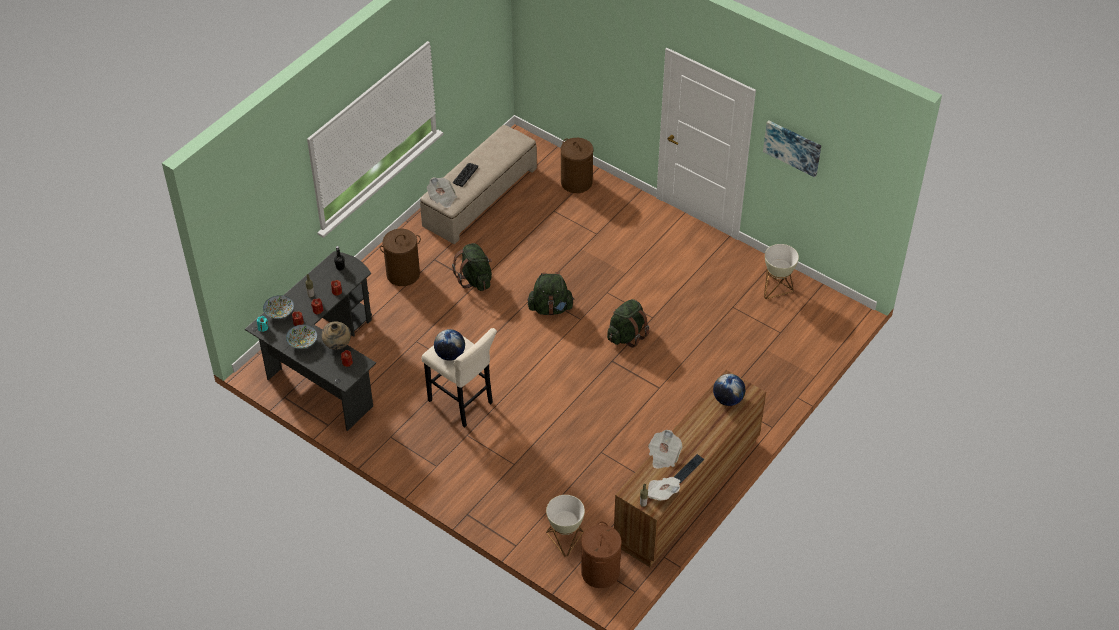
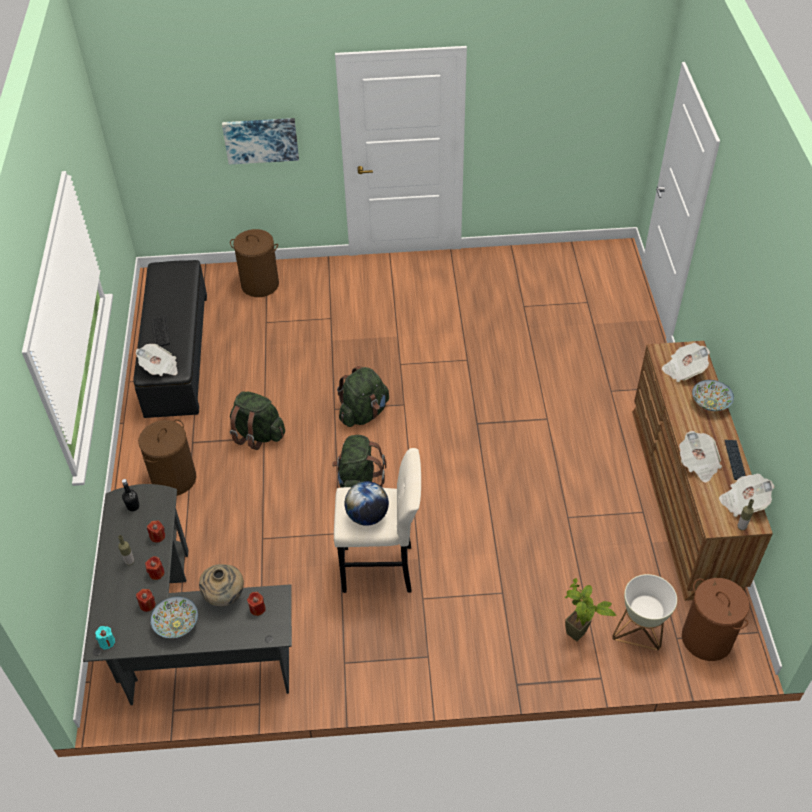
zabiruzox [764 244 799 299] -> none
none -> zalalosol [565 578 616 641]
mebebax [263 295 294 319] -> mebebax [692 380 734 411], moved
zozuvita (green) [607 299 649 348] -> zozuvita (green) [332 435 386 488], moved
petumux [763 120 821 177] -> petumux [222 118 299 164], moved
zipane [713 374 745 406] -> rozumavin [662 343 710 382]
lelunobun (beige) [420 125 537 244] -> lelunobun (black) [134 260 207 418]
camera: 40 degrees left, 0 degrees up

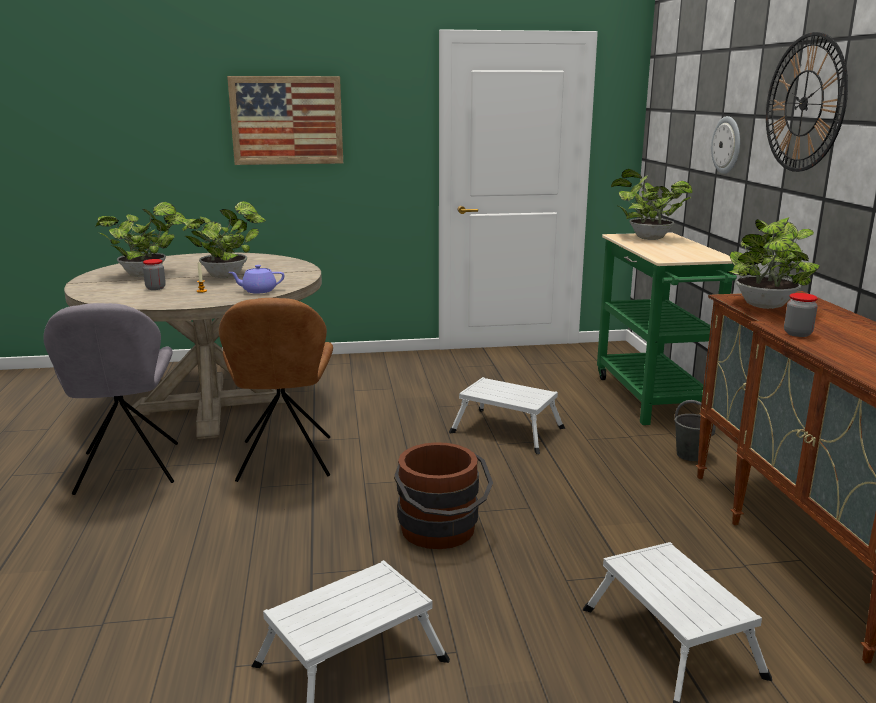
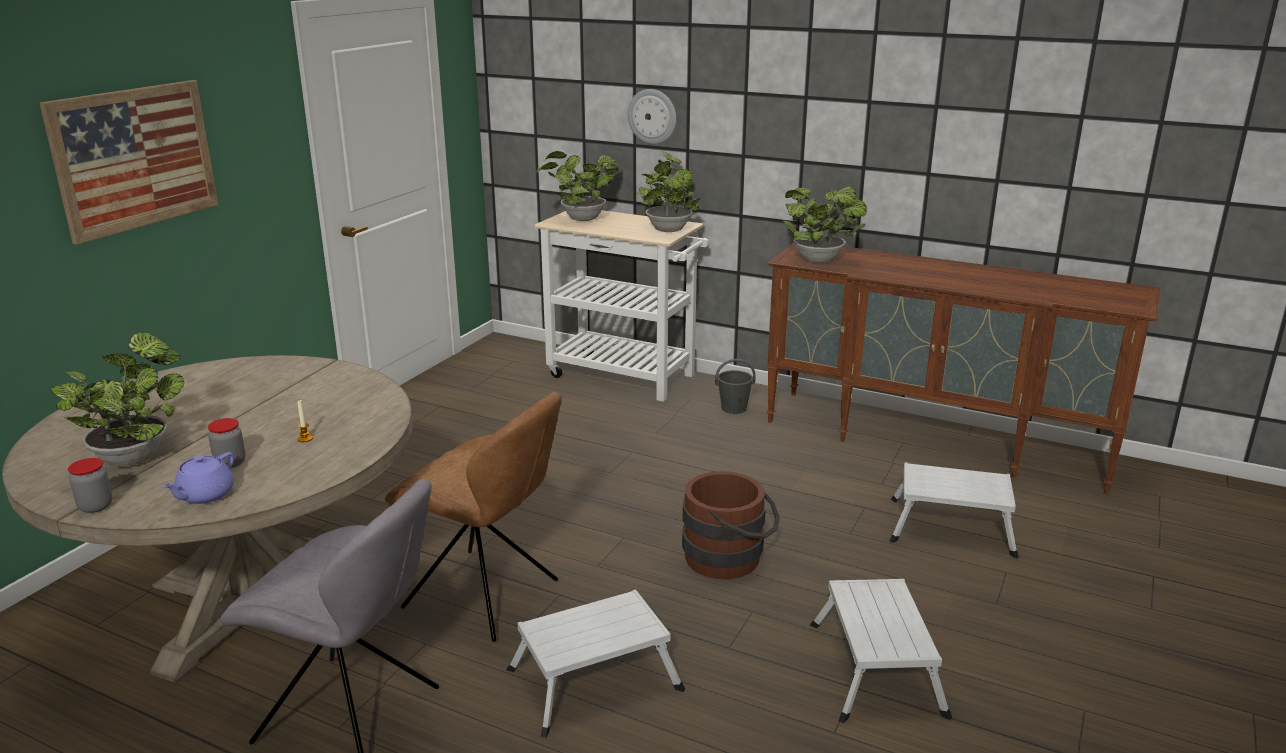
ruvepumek [766 32 848 172] -> none
zalalosol [182 201 266 278] -> zalalosol [636 151 700 232], moved
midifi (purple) [229 265 285 294] -> midifi (purple) [163 452 234 504], moved
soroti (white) [449 377 565 454] -> soroti (white) [506 589 685 738], moved
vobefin [784 293 818 337] -> vobefin [68 458 113 513], moved
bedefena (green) [597 232 737 425] -> bedefena (white) [534 210 709 402]
camera: 55 degrees left, 5 degrees up

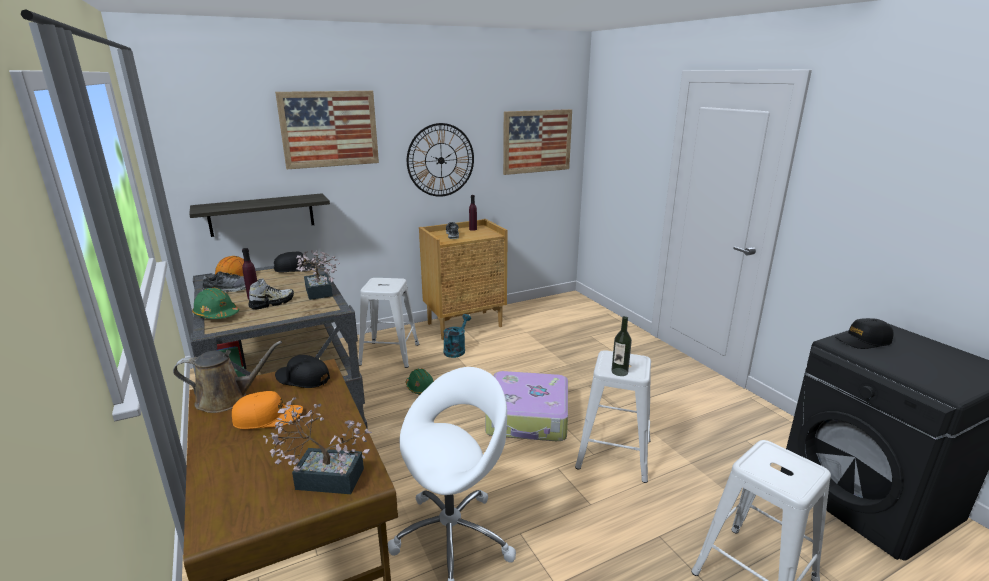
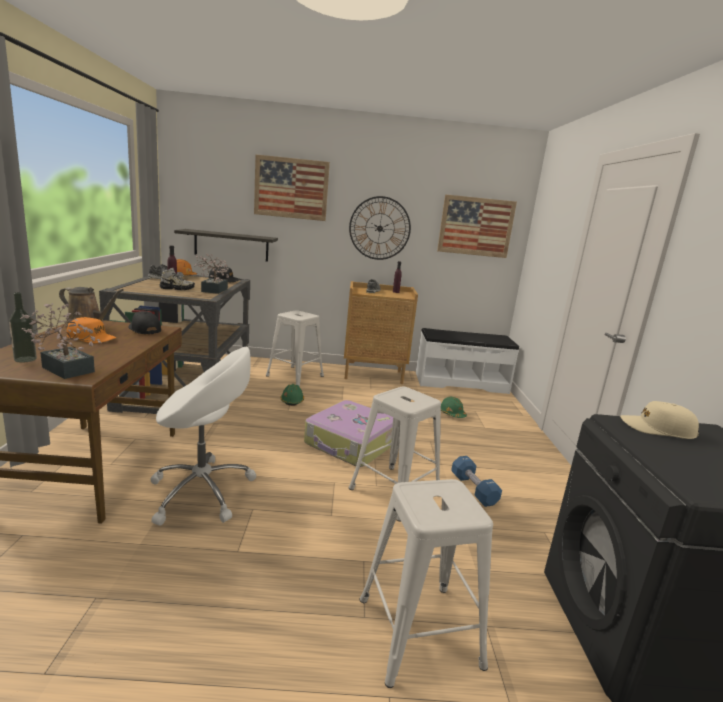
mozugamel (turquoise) [443 314 471 358] -> none
none -> lelunobun (white) [416 328 519 394]
none -> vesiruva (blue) [451 456 502 507]
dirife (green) [192 288 239 319] -> dirife (green) [441 397 467 418], moved
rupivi [611 316 632 376] -> rupivi [9 292 37 363], moved
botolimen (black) [835 318 893 349] -> botolimen (beige) [620 401 699 439]
camera: 25 degrees right, 5 degrees down

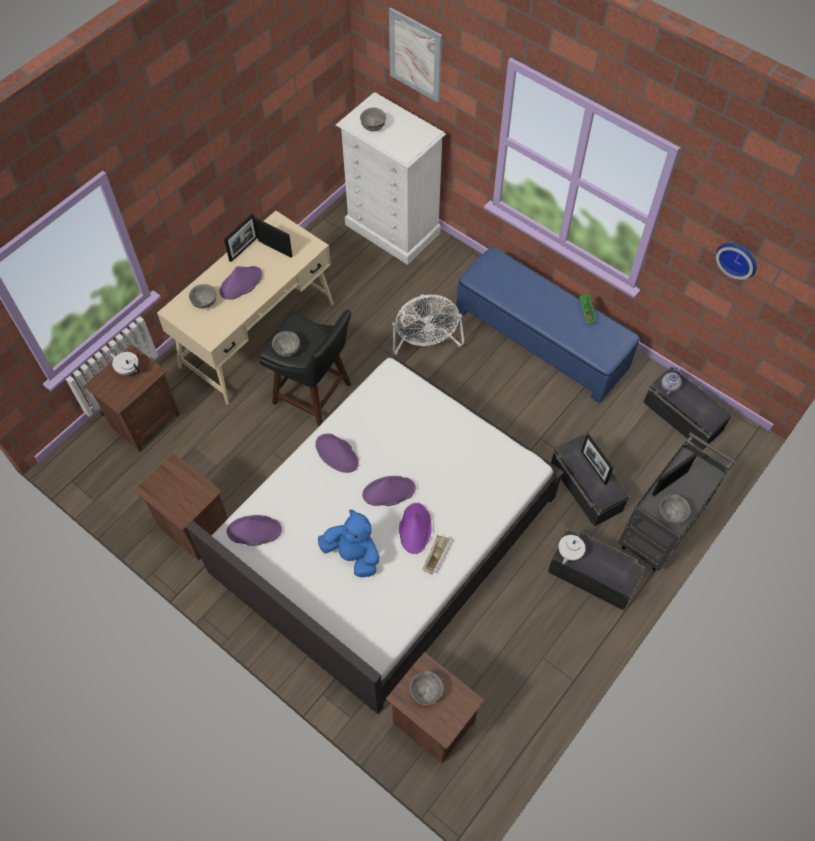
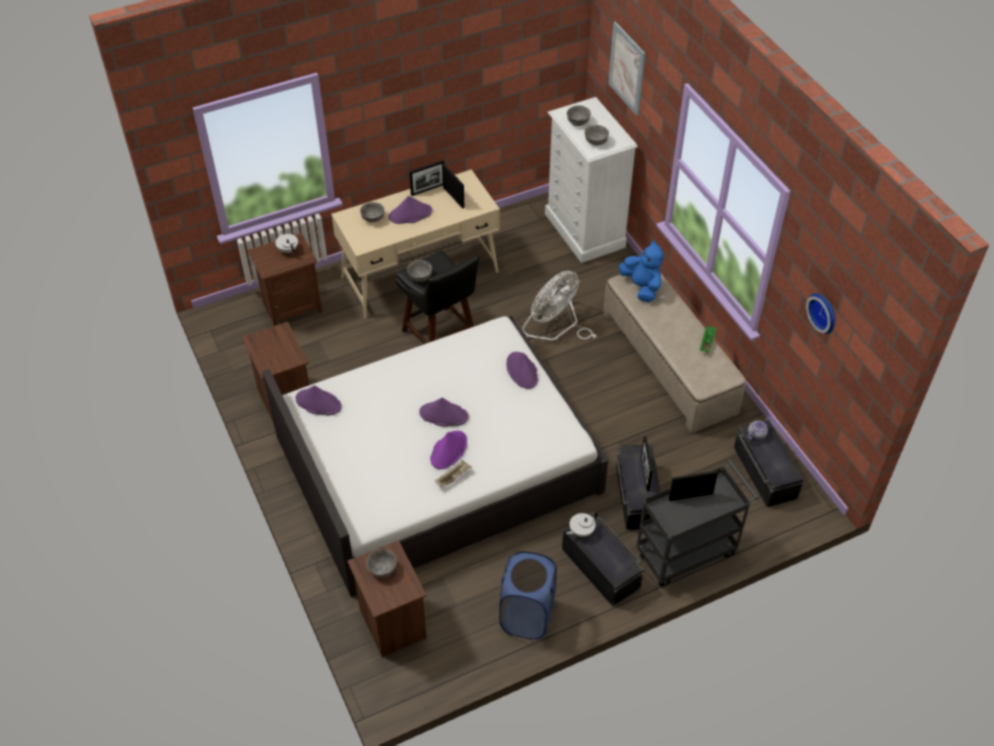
none -> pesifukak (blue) [499 551 557 640]
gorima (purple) [315 433 359 473] -> gorima (purple) [506 352 538 389], moved
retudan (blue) [318 509 379 577] -> retudan (blue) [619 240 663 302], moved
mebebax (grey) [660 495 690 524] -> mebebax (grey) [584 125 609 145], moved
lelunobun (blue) [456 247 639 403] -> lelunobun (beige) [603 272 746 433]
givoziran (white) [393 294 464 355] -> givoziran (white) [522 271 597 341], 120 degrees clockwise
camera: 25 degrees right, 10 degrees down

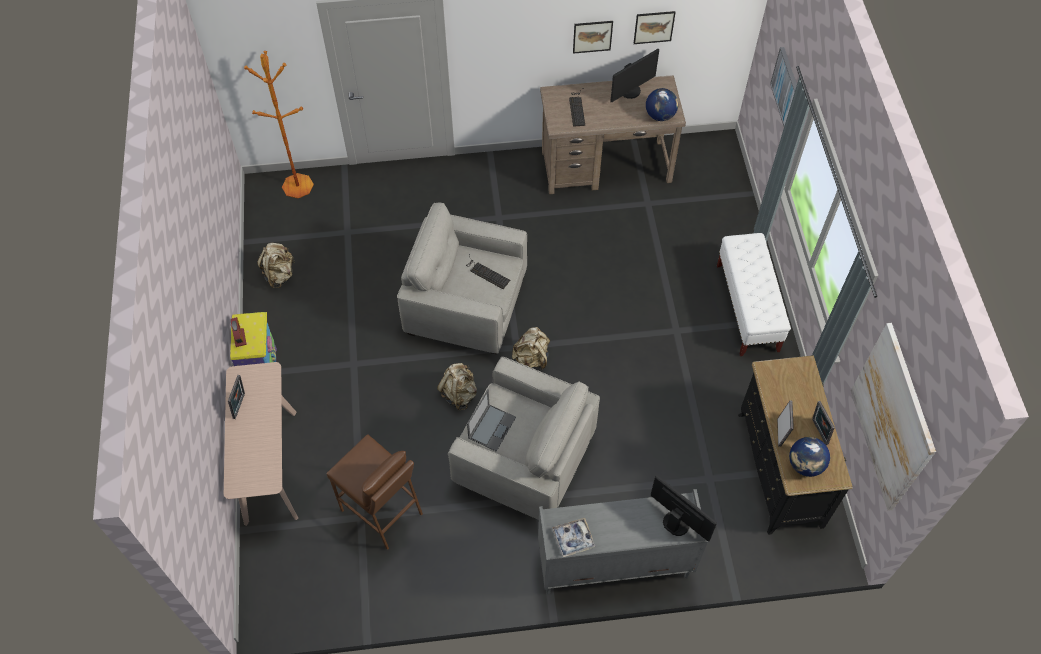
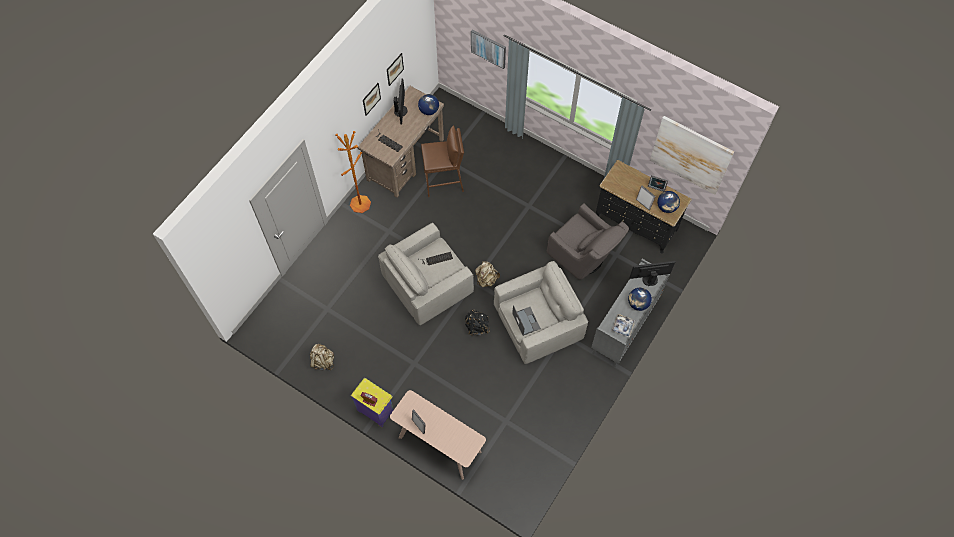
lelunobun (white) [717 233 791 356] -> none
none -> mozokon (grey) [547 203 629 280]
none -> zipane [628 288 652 311]
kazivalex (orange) [244 51 314 198] -> kazivalex (orange) [335 131 371 213], moved
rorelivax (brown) [326 434 423 550] -> rorelivax (brown) [421 126 464 197], moved
zozuvita (beige) [437 363 477 411] -> zozuvita (black) [465 310 490 336]
camera: 50 degrees left, 5 degrees up

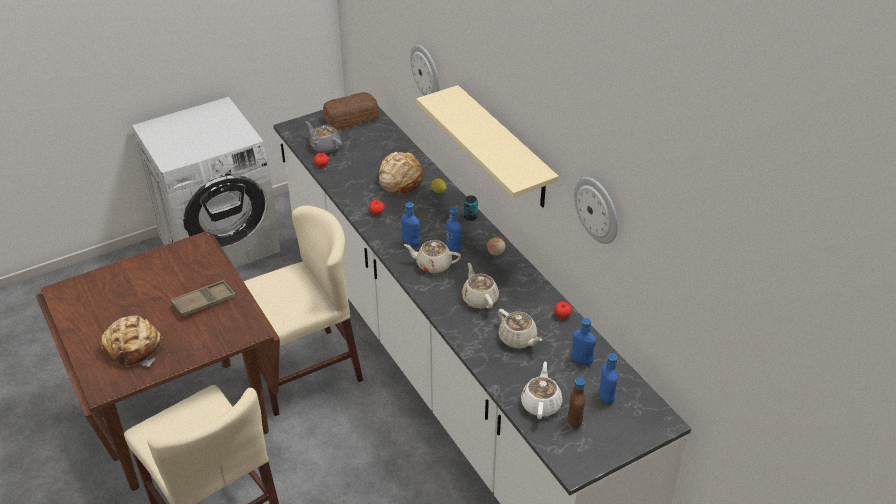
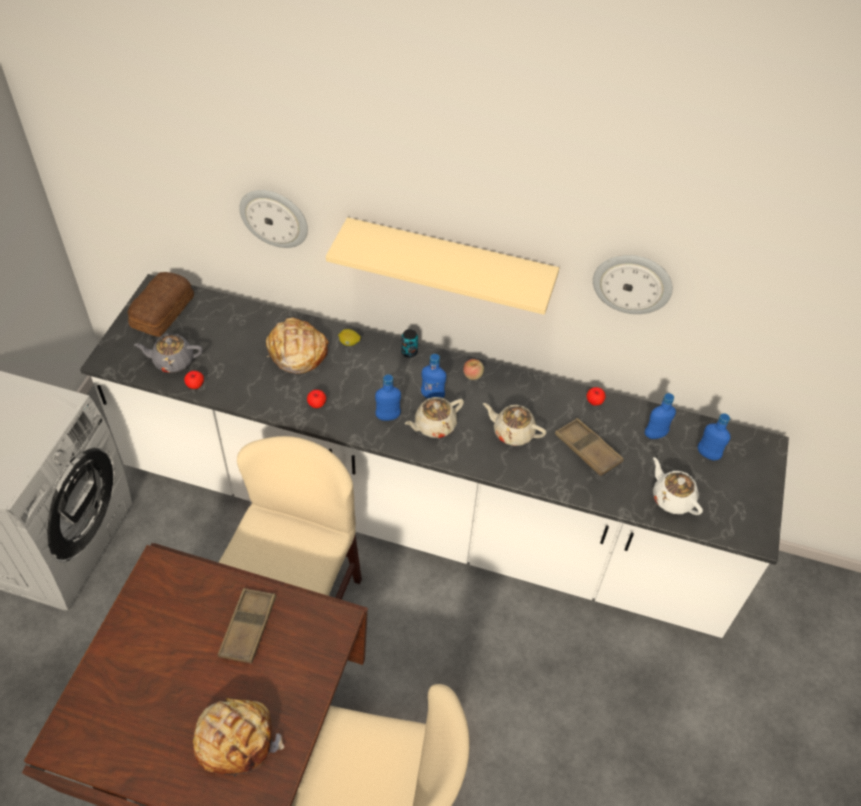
rupivi (brown) [568 378 585 429] -> none
midifi (beige) [498 309 542 348] -> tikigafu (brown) [555 418 624 476]
camera: 45 degrees left, 10 degrees up

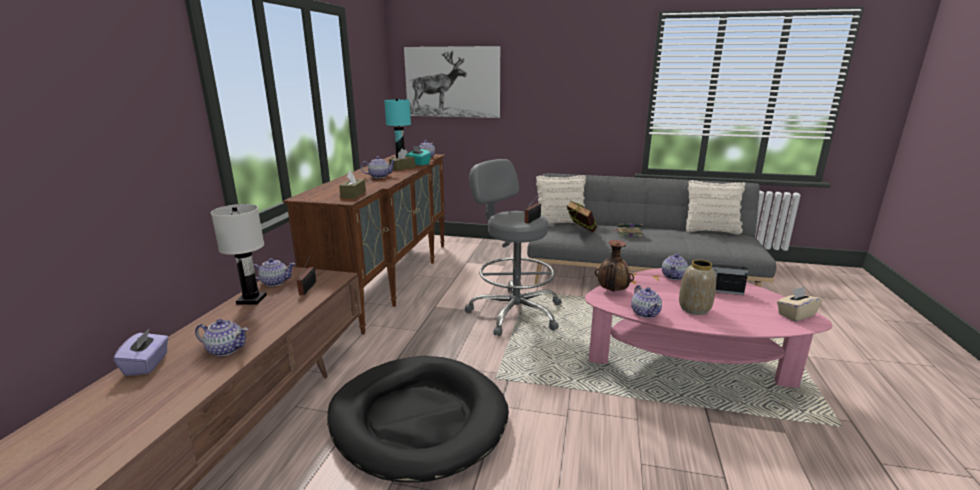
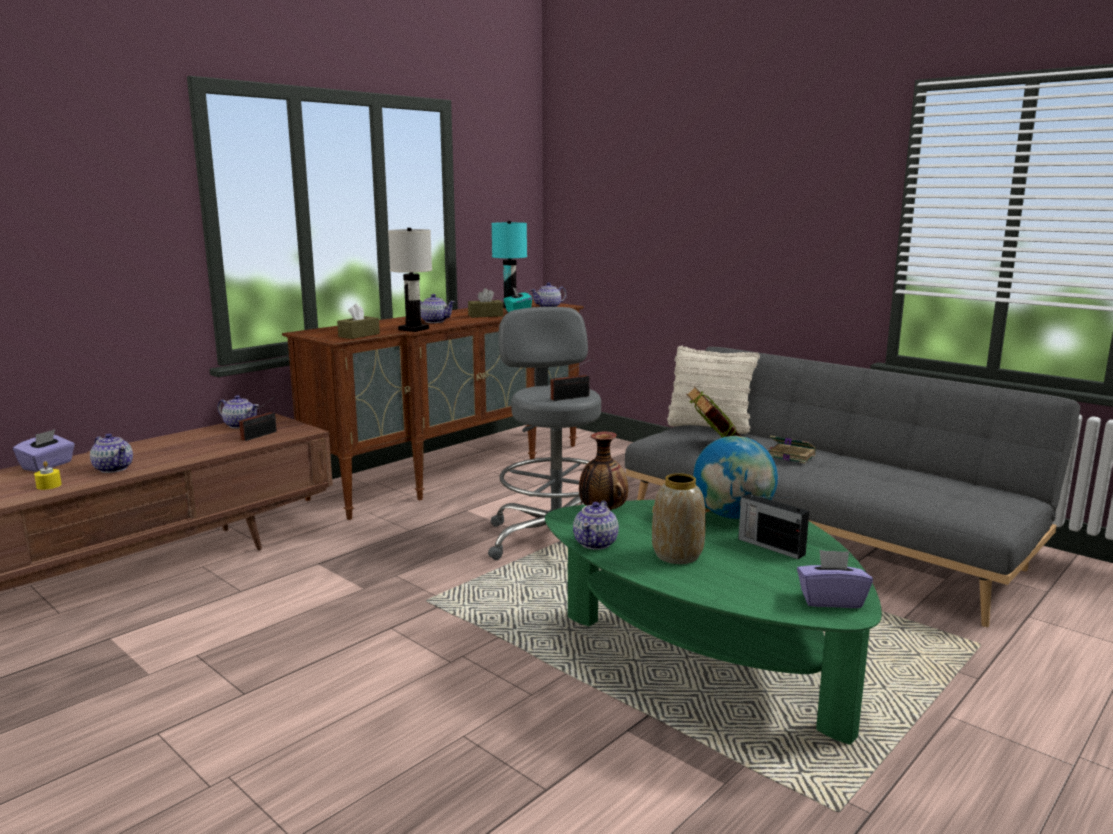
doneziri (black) [327 356 509 482] -> none
petumux [404 46 500 118] -> none
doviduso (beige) [686 180 746 235] -> none
none -> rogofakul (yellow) [34 461 61 490]
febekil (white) [211 204 267 305] -> febekil (white) [388 228 432 332], moved
midifi [662 254 688 280] -> zipane [693 436 778 519]
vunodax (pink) [585 268 832 388] -> vunodax (green) [545 500 882 745]
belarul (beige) [777 287 822 321] -> belarul (purple) [797 550 873 608]
camera: 30 degrees right, 5 degrees down

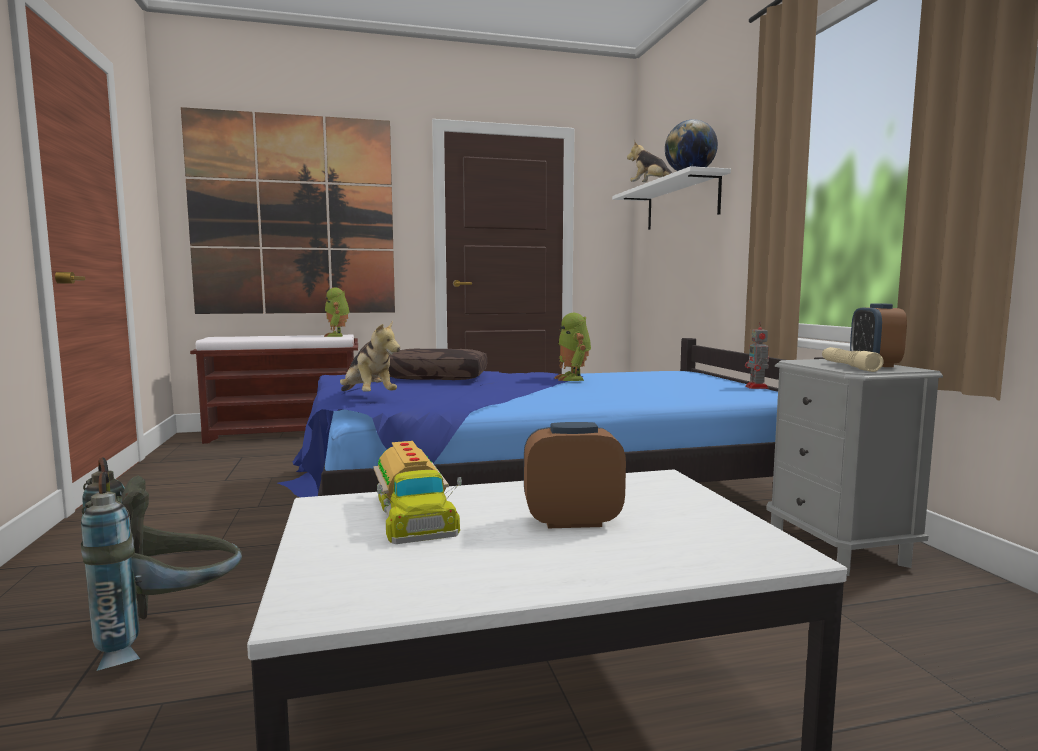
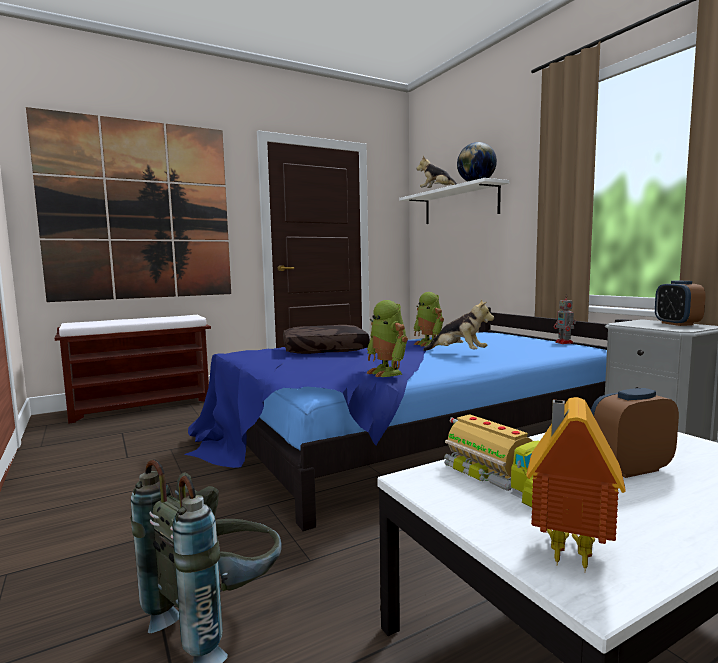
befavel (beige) [822 347 884 372] -> none
none -> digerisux [527 397 626 570]
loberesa [324 288 350 337] -> loberesa [367 300 408 377], moved
retudan [340 320 400 392] -> retudan [423 299 494 351], moved
camera: 15 degrees left, 0 degrees up

